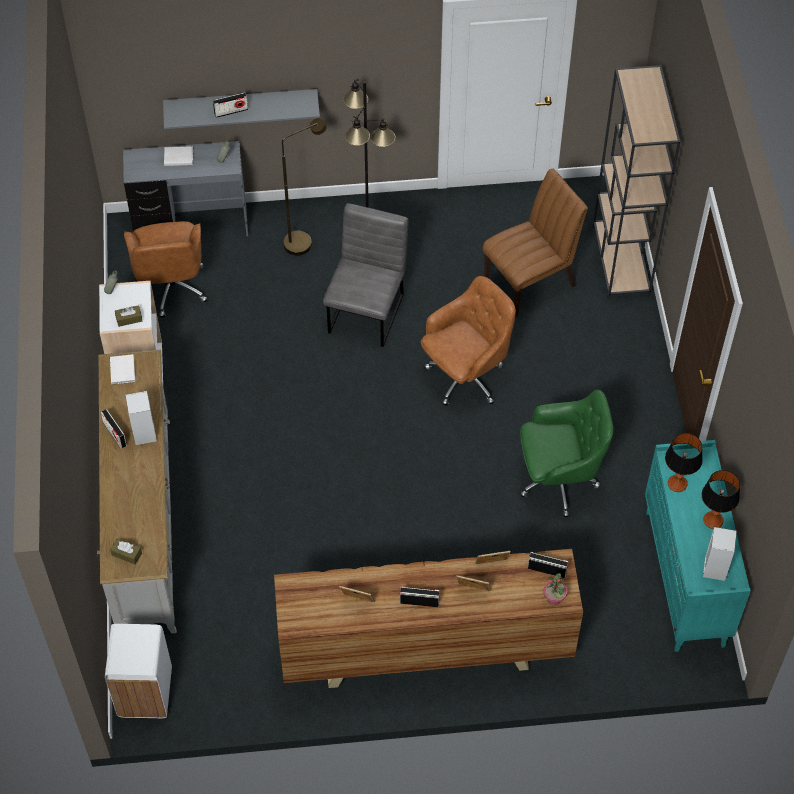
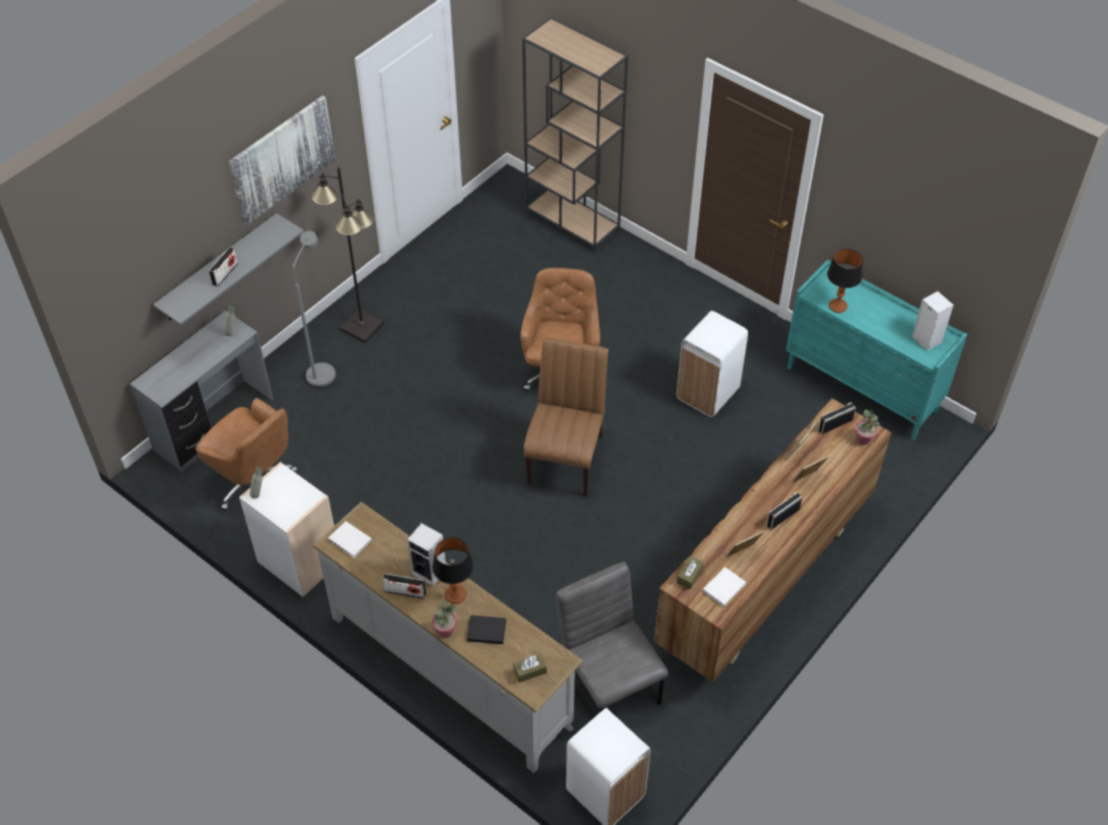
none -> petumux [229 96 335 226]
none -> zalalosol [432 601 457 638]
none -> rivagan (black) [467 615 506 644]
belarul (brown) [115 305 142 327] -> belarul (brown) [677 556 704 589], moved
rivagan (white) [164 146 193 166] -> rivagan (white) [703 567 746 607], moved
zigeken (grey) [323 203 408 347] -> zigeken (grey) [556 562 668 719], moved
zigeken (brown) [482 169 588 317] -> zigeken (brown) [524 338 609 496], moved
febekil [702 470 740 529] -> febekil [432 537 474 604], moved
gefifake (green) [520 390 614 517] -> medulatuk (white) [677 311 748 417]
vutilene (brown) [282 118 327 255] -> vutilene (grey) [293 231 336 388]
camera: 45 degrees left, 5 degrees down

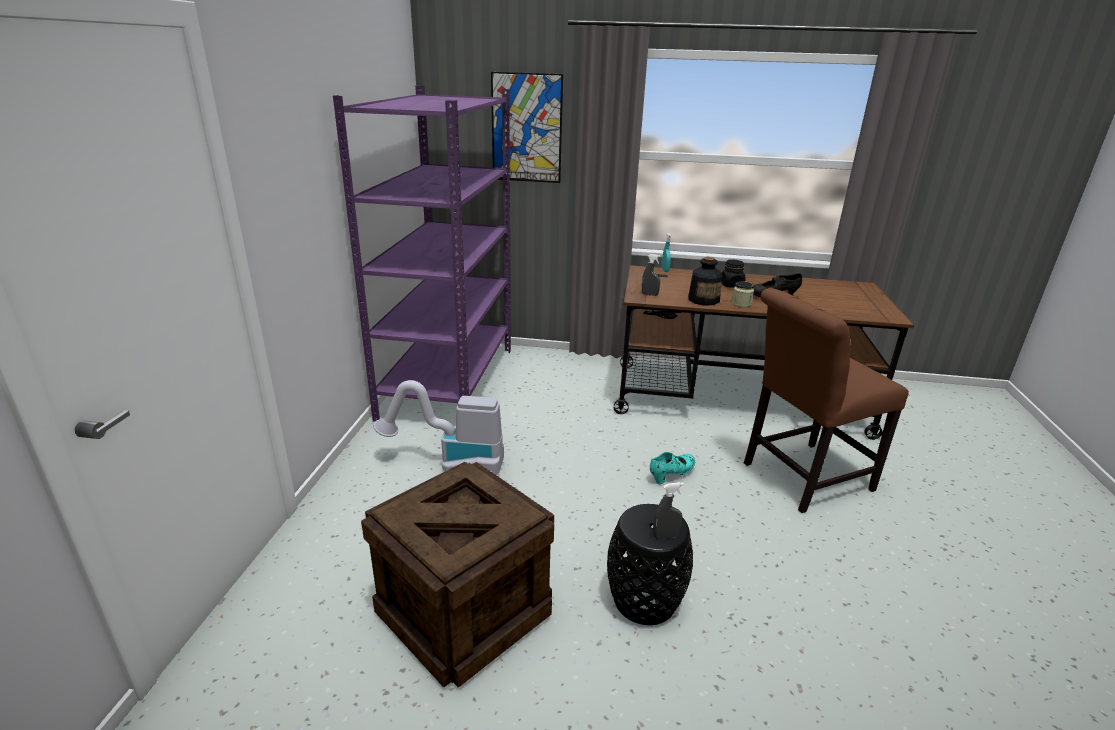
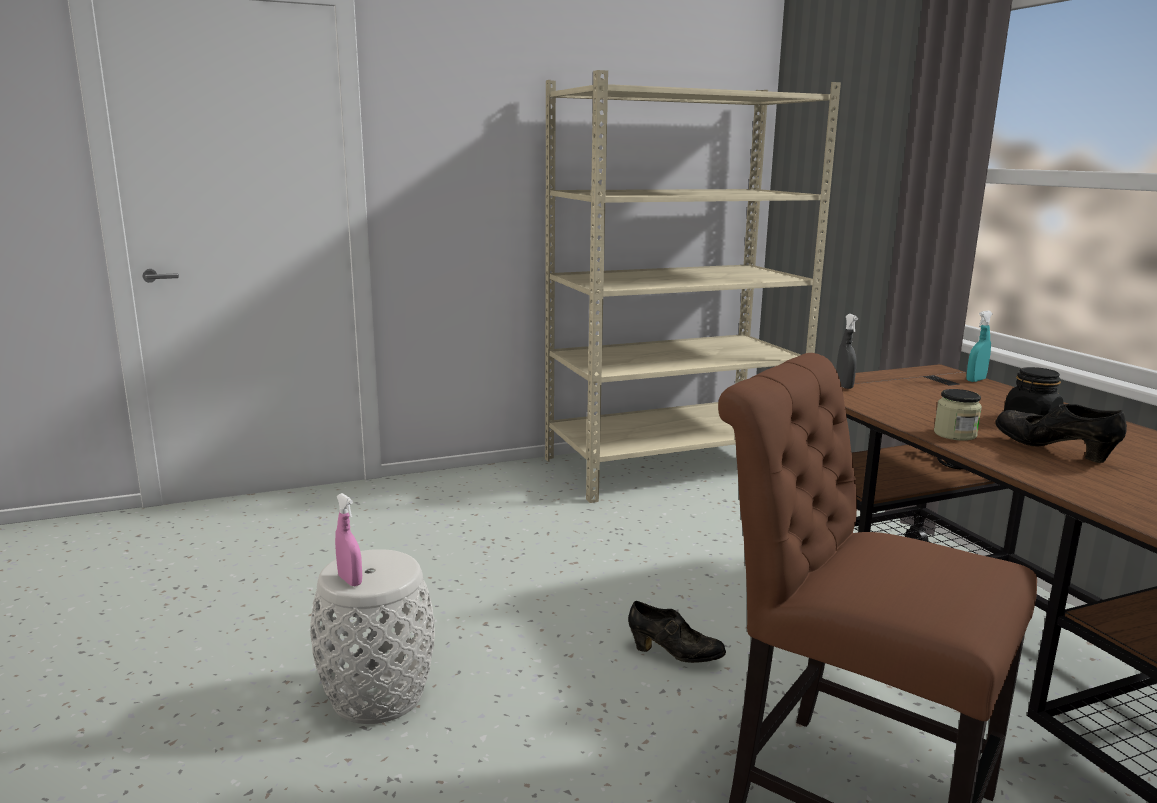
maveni [361 462 554 687] -> none
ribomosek [373 380 504 475] -> none
petumux [491 72 563 183] -> none
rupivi [688 257 722 306] -> none
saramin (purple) [333 86 511 422] -> saramin (beige) [545 70 841 503]
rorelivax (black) [607 504 693 625] -> rorelivax (white) [310 549 435 724]
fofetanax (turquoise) [650 452 695 484] -> fofetanax (black) [628 601 726 663]
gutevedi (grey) [653 482 684 539] -> gutevedi (pink) [335 493 362 586]
camera: 60 degrees right, 10 degrees down

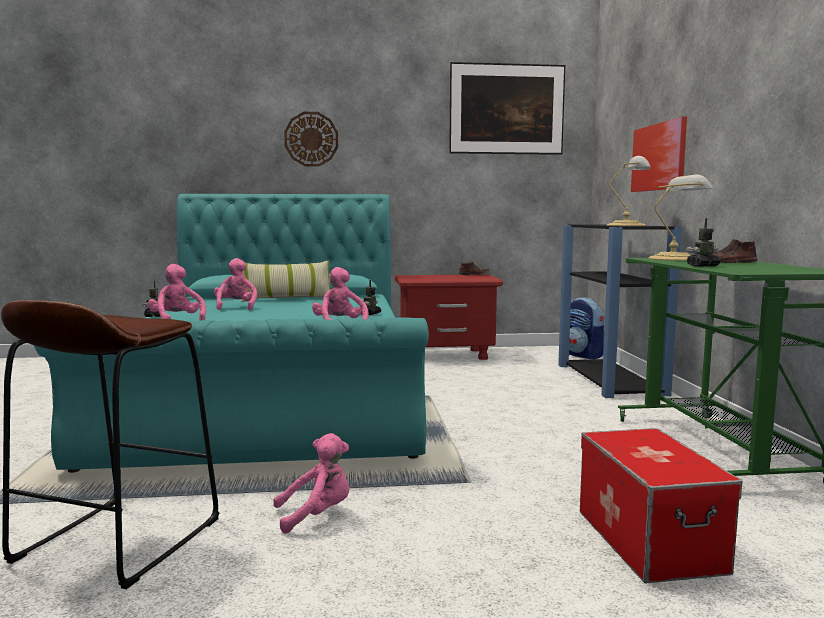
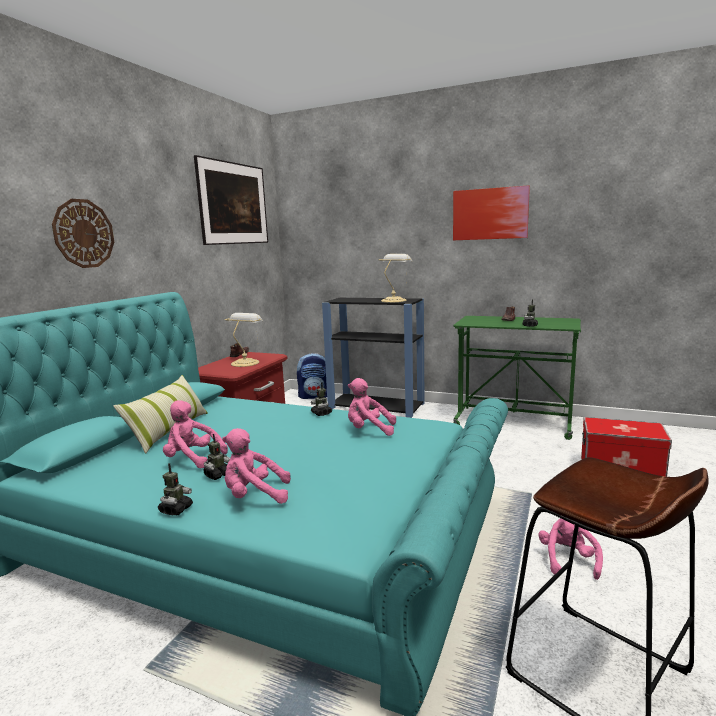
none -> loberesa [203 434 230 480]
petumux [631 116 687 192] -> petumux [453 185 530 240], moved
febekil [649 174 713 261] -> febekil [224 313 263 367], moved
camera: 60 degrees left, 5 degrees up

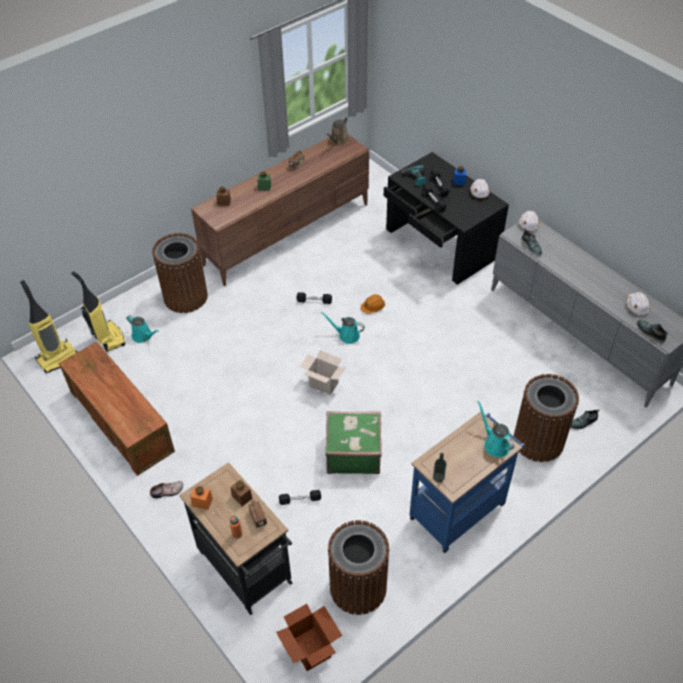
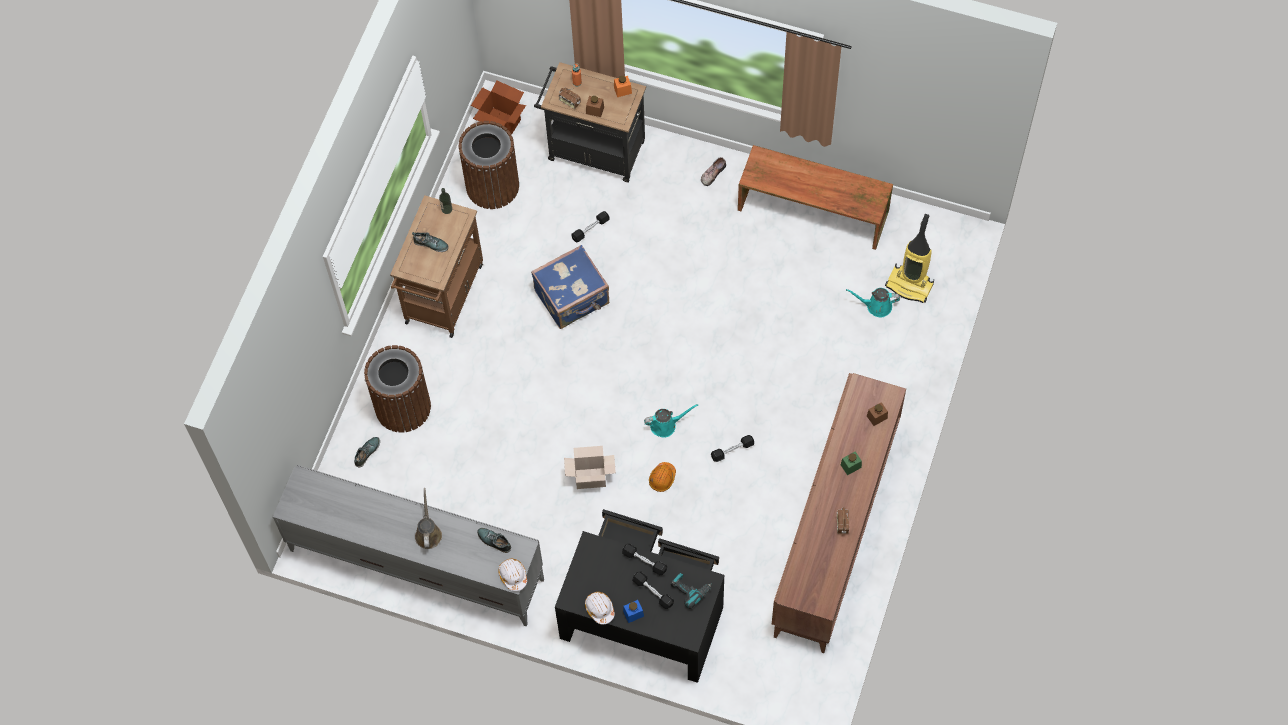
ribomosek [20 280 77 373] -> none
medulatuk (brown) [152 233 208 313] -> none
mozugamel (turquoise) [478 401 515 457] -> none
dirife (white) [627 292 650 315] -> none
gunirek [300 350 345 395] -> gunirek [564 446 616 489], moved
mozugamel (brown) [325 117 349 145] -> mozugamel (brown) [415 488 442 549], moved
fofetanax [637 320 669 343] -> fofetanax [412 232 449 252], moved
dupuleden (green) [325 411 382 474] -> dupuleden (blue) [531 245 609 329]
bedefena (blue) [409 411 525 553] -> bedefena (brown) [390 195 483 338]
camera: 150 degrees right, 15 degrees up

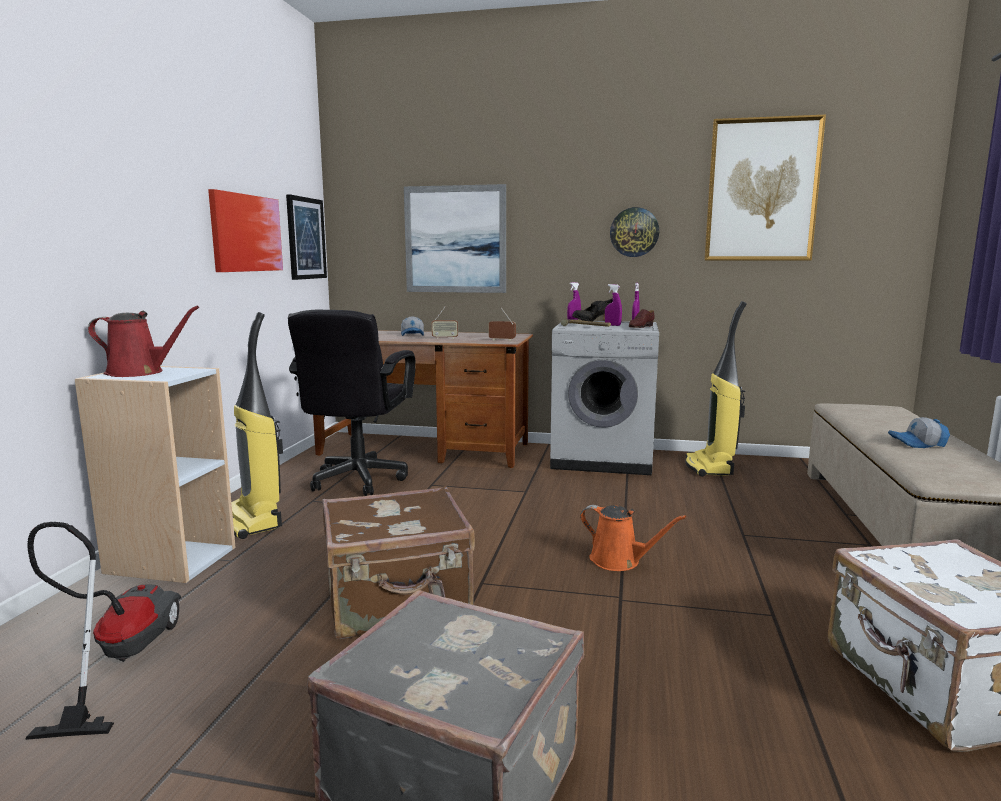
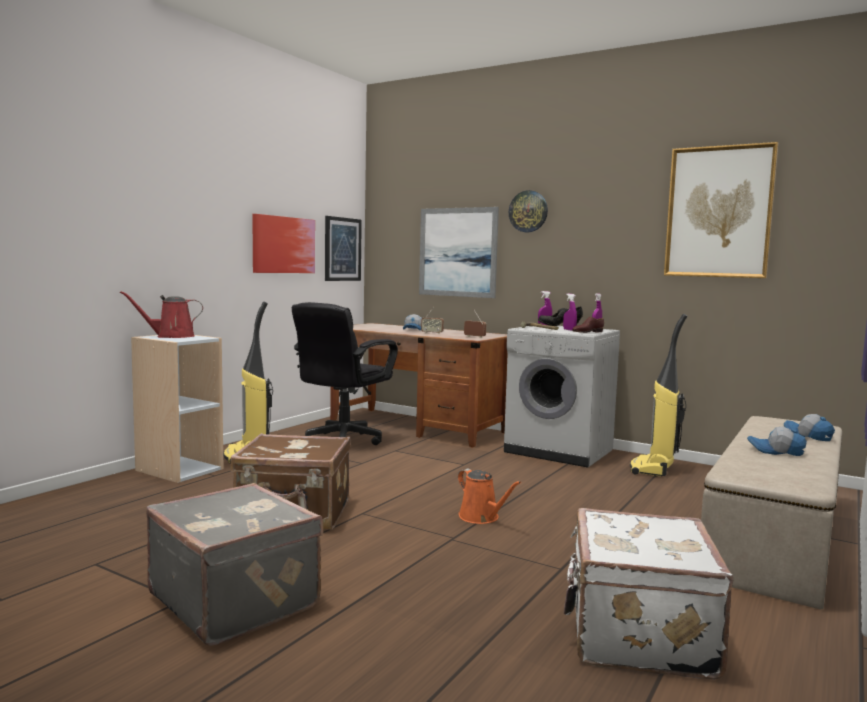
ribomosek [25 522 181 740] -> none
none -> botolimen [784 414 835 441]
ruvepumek [610 207 659 257] -> ruvepumek [509 190 548 232], moved
mozugamel (red) [88 306 199 377] -> mozugamel (red) [120 291 203 338], 135 degrees clockwise
camera: 20 degrees right, 5 degrees down

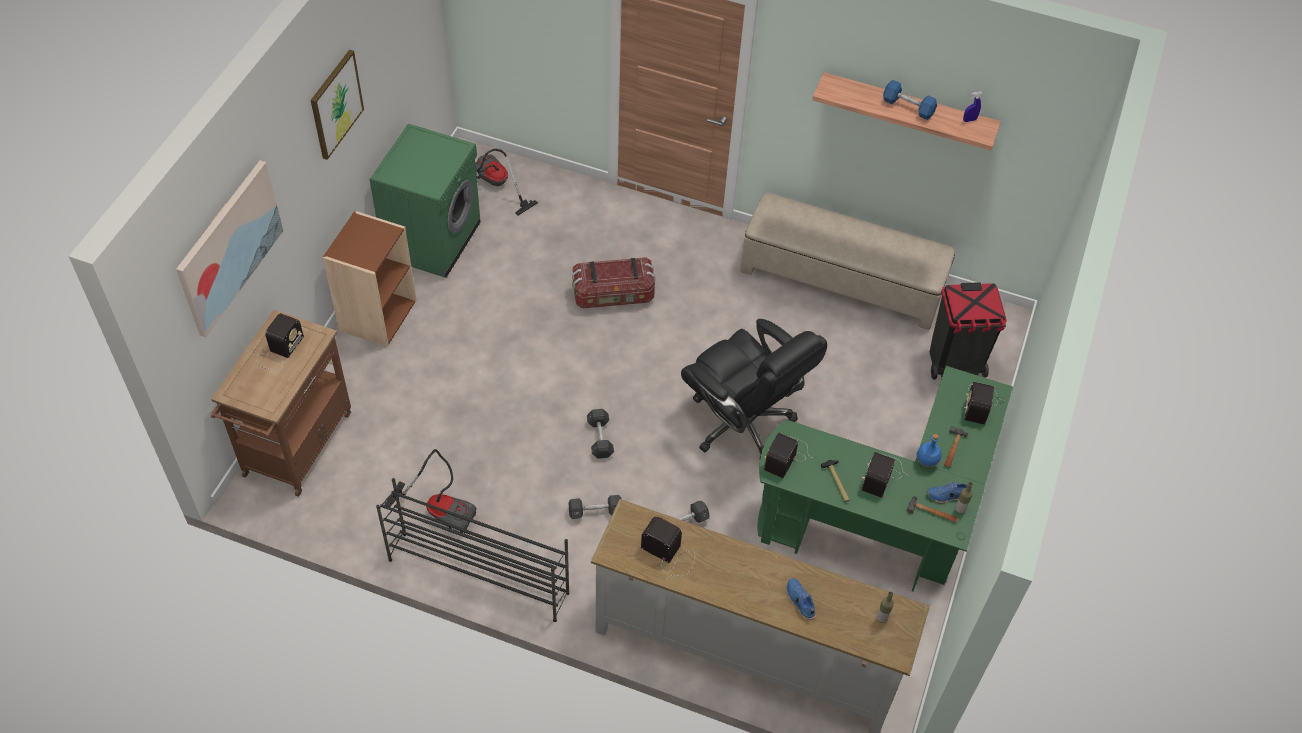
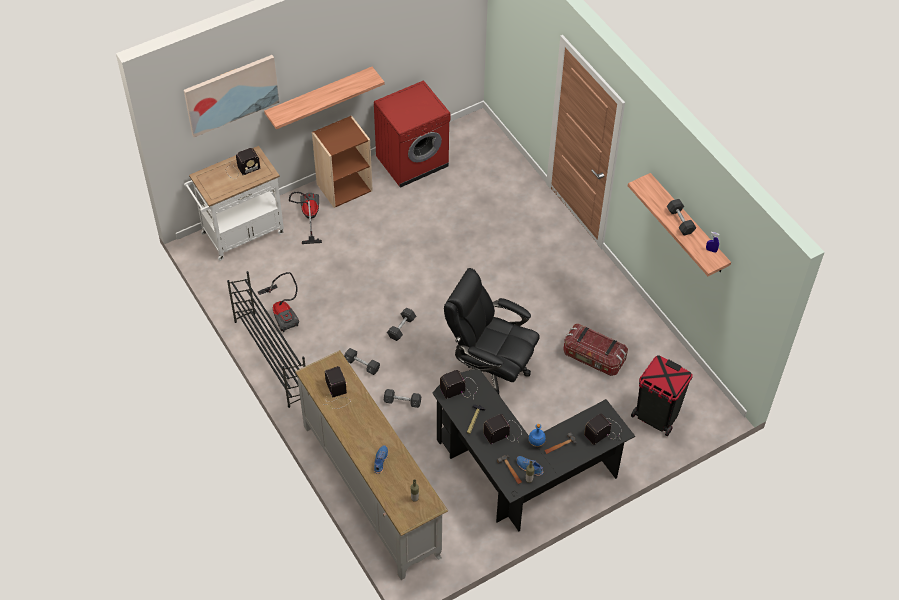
petumux [311 49 364 160] -> none
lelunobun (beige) [740 193 955 330] -> none
none -> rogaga [264 67 385 129]
ribomosek [475 149 538 216] -> ribomosek [289 192 322 244], moved
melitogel [572 257 656 308] -> melitogel [563 324 628 376], moved
bedefena (brown) [211 310 351 497] -> bedefena (white) [184 146 284 261]
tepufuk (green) [370 124 481 278] -> tepufuk (red) [374 80 450 188]
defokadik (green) [757 366 1013 592] -> defokadik (black) [432 369 635 531]
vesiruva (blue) [883 80 937 120] -> vesiruva (grey) [667 199 696 236]
gefifake (black) [681 319 827 458] -> gefifake (black) [444 268 540 396], 120 degrees clockwise
camera: 40 degrees right, 0 degrees up

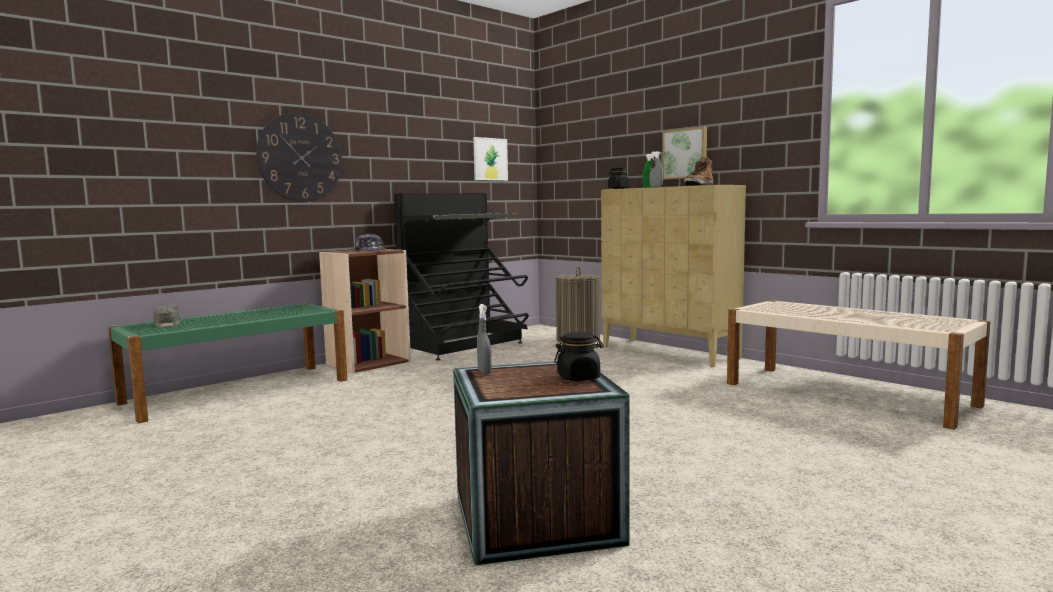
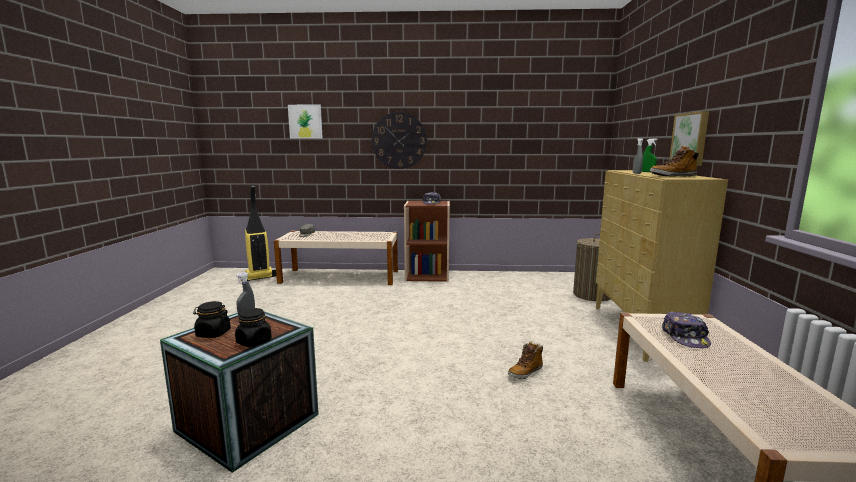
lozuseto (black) [394 193 529 360] -> none
none -> ribomosek [238 186 276 282]
none -> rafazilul [508 341 543 379]
none -> botolimen [662 311 711 348]
petumux [473 137 508 181] -> petumux [288 105 323 138], moved
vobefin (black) [608 168 629 189] -> vobefin (black) [193 301 231 338], moved
lelunobun (green) [108 303 347 423] -> lelunobun (beige) [274 231 398 285]
camera: 45 degrees right, 5 degrees up

